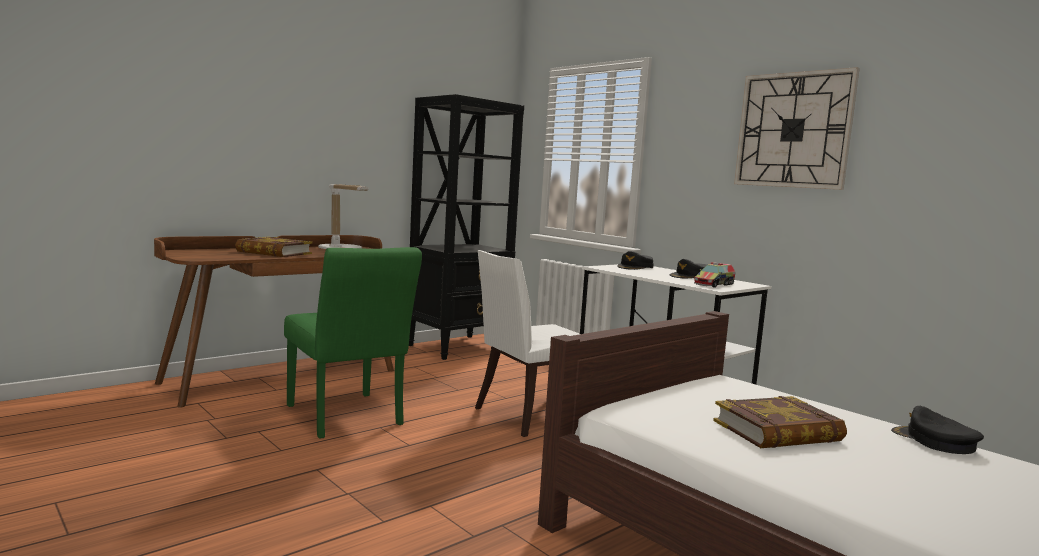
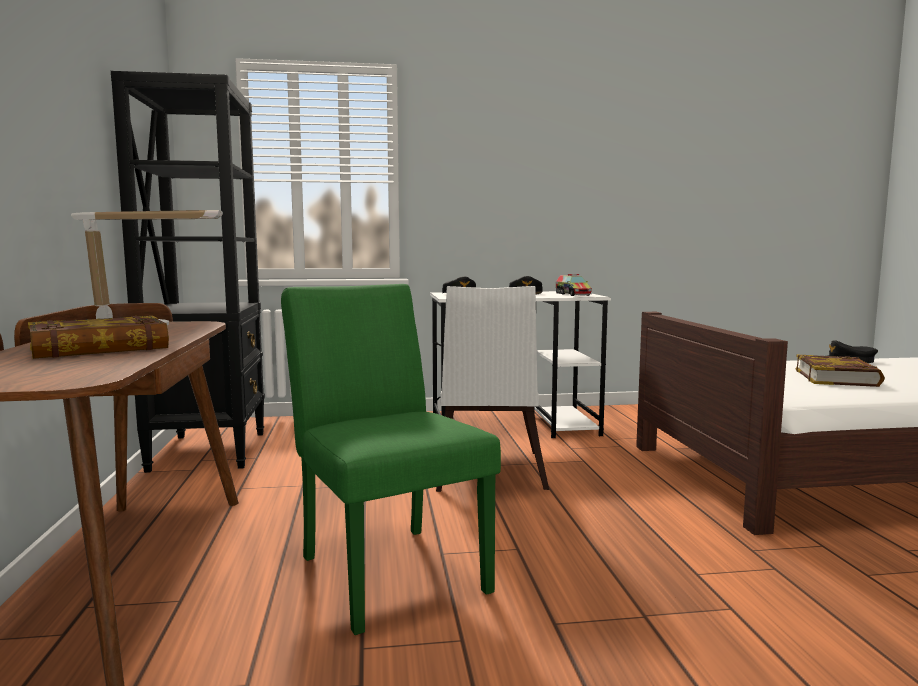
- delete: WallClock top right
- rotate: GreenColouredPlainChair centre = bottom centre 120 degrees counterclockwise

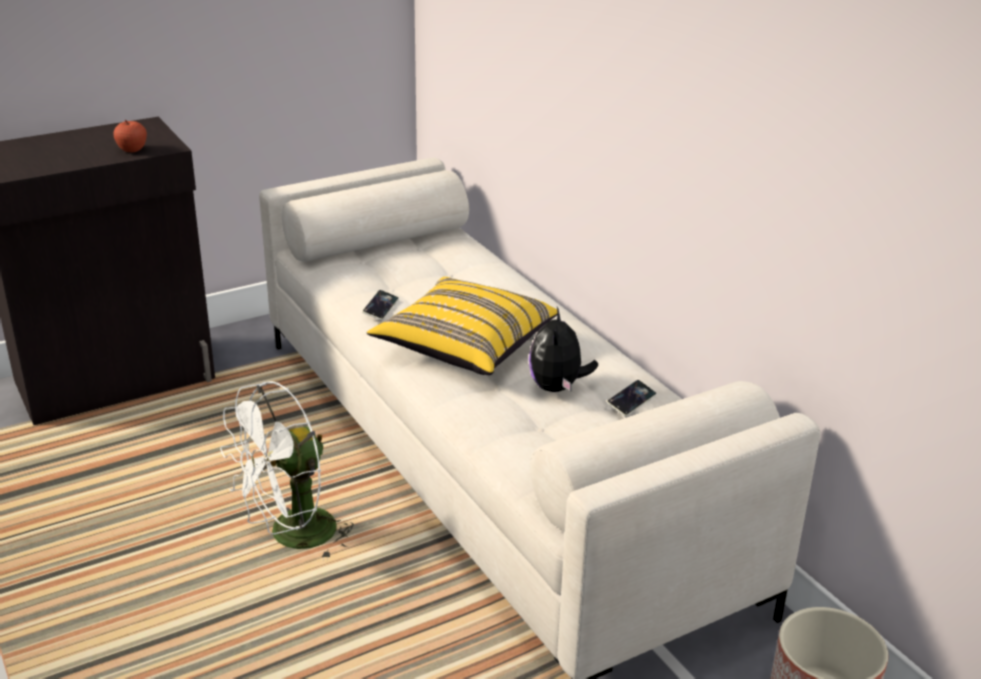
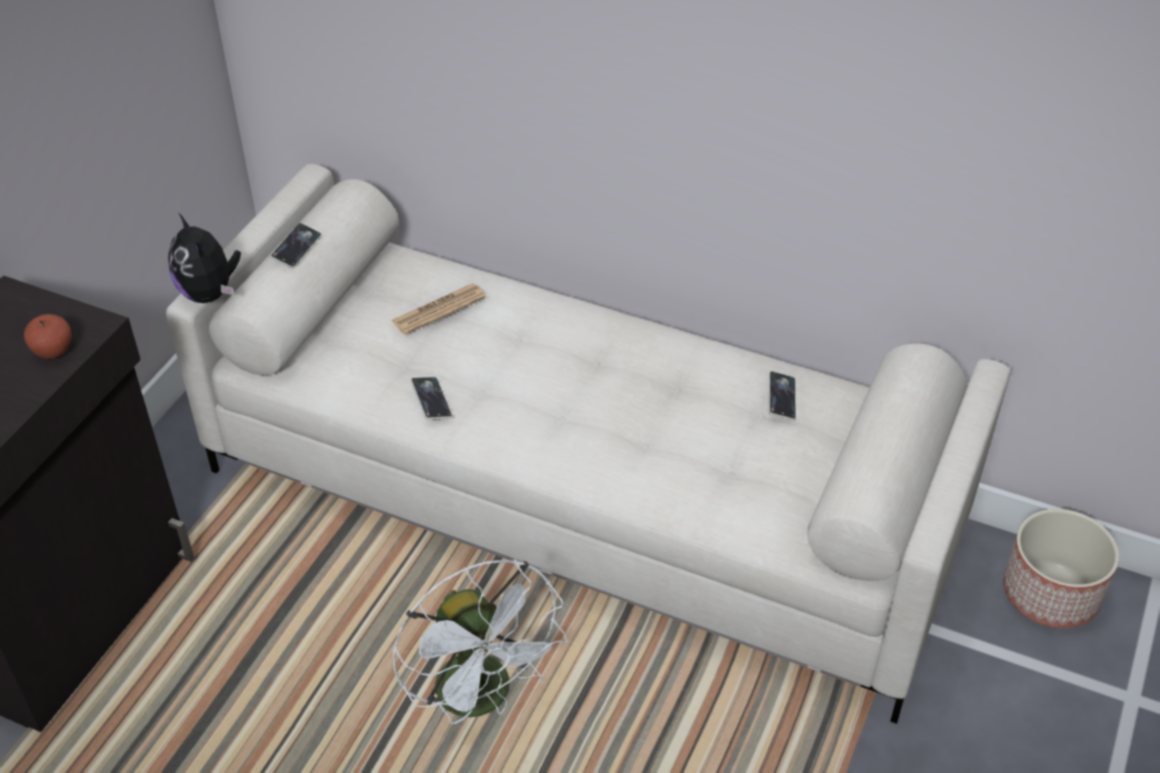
- delete: YellowishThrowPillow centre
- move: CuddlyToy centre to middle left
- rotate: WhiteColouredElectricFan bottom left = bottom centre 45 degrees counterclockwise
- insert: Telephone (1st from left) top left
- insert: Newspaper centre

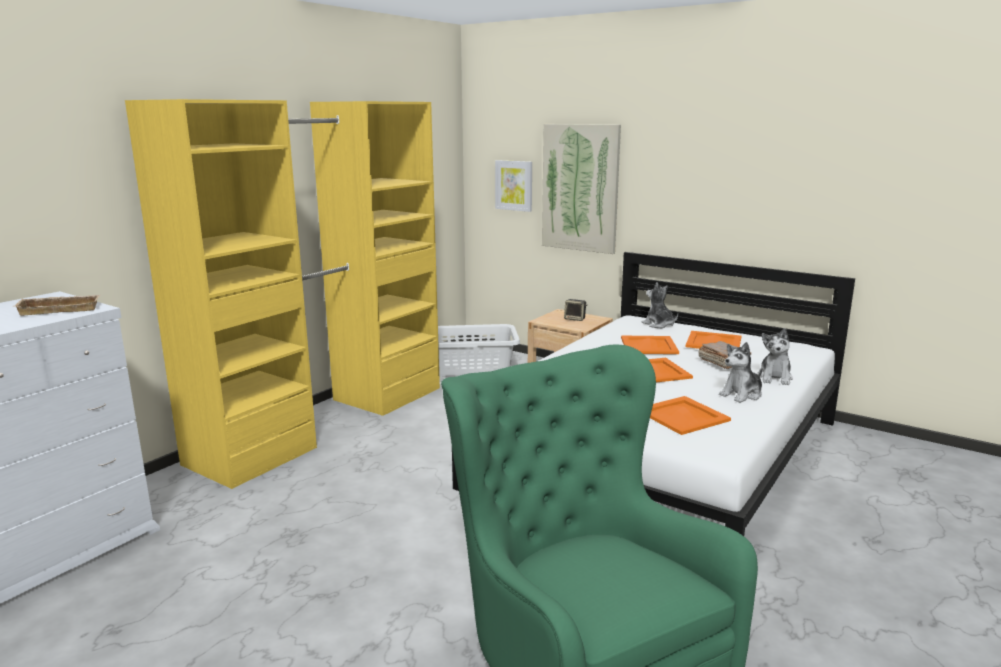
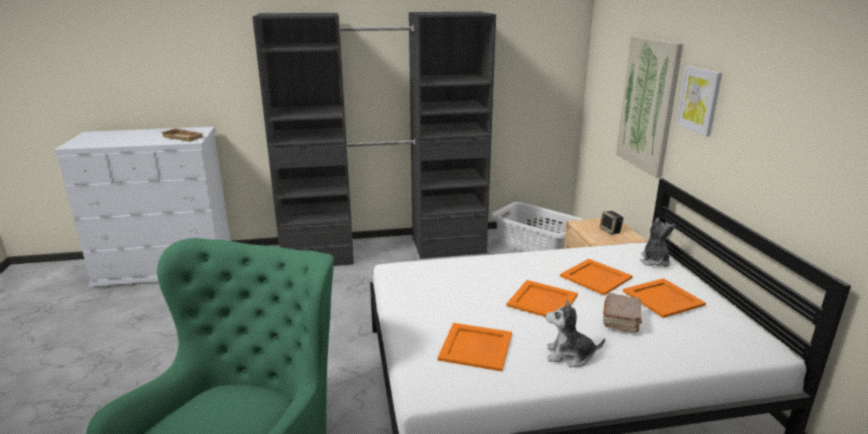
- recolor: YellowishWardrobe middle left to BlackishWardrobe top centre
- move: WallPicture (1st from left in the first image) top centre to WallPicture (2nd from left) top right
- delete: CuddlyToy (3rd from left) middle right

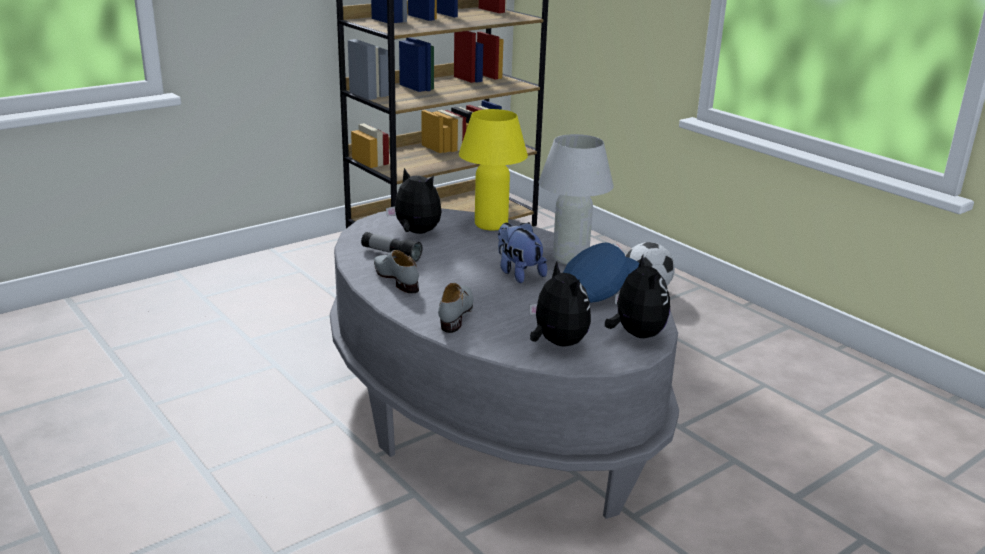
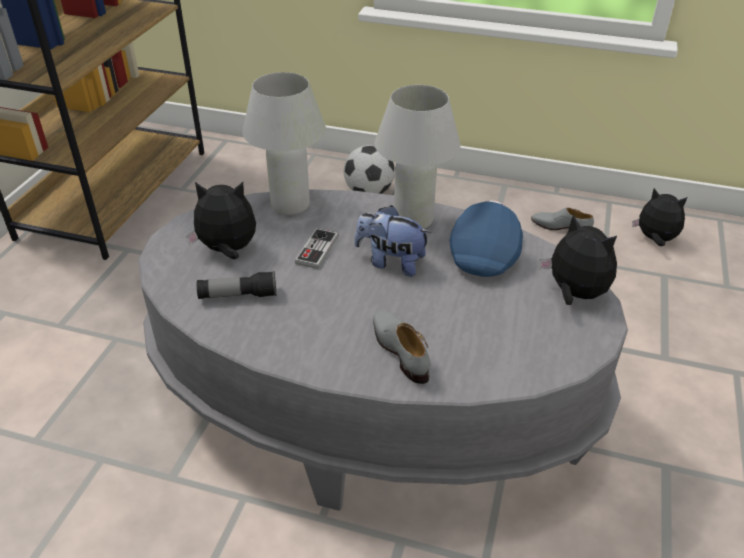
- recolor: YellowishTableLamp top centre to WhiteColouredTableLamp (1st from left) top centre
- move: GreyishShoe (1st from left in the first image) centre to GreyishShoe (2nd from left) middle right
- move: CuddlyToy (3rd from left in the first image) centre to CuddlyToy (4th from left) middle right
- insert: Gamepad centre

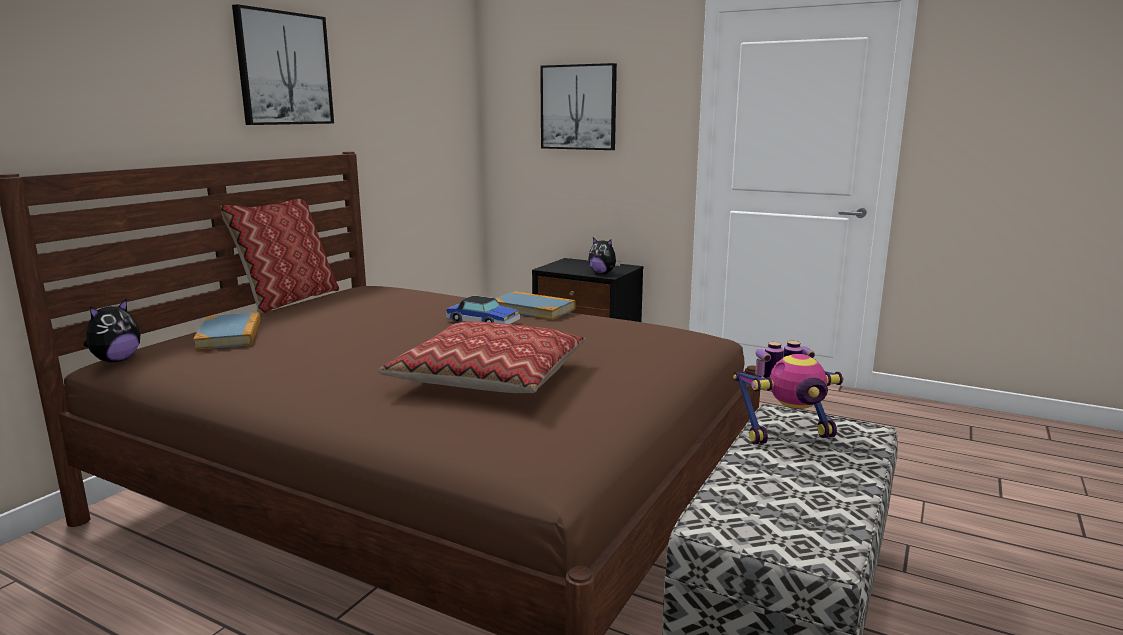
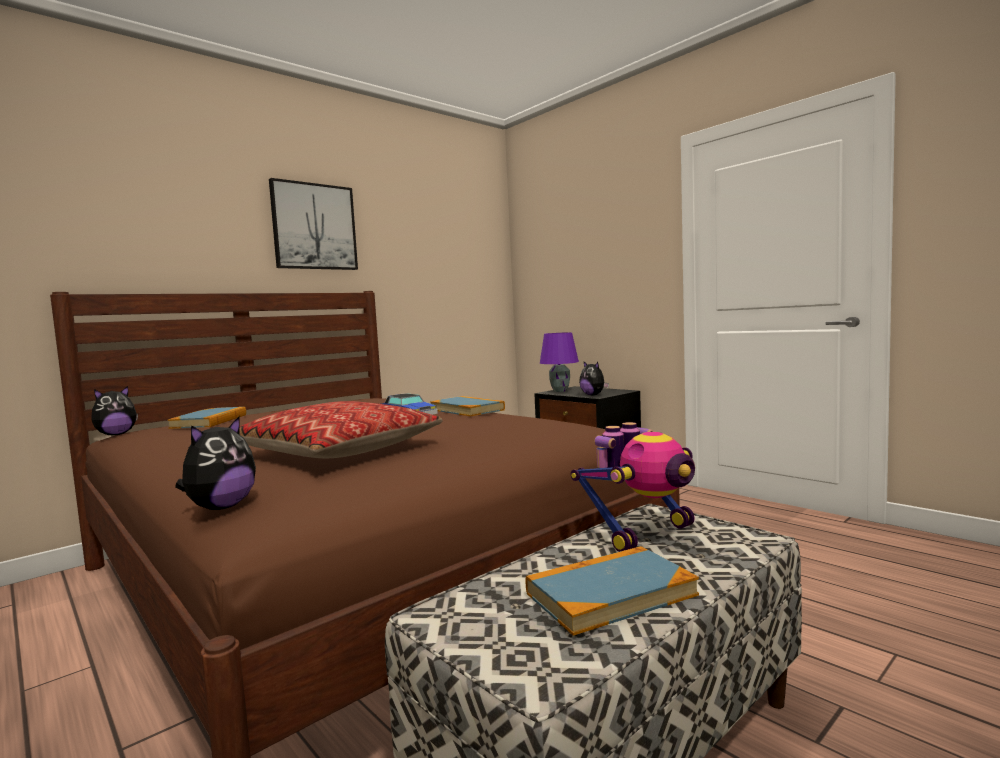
- delete: WallPicture (2nd from left) top centre
- delete: ThrowPillow (1st from left) middle left
- rotate: ToyRobot middle right = centre 45 degrees counterclockwise
- insert: PurplishTableLamp centre
- insert: CuddlyToy (2nd from left) middle left
- insert: Volume (3rd from left) bottom centre

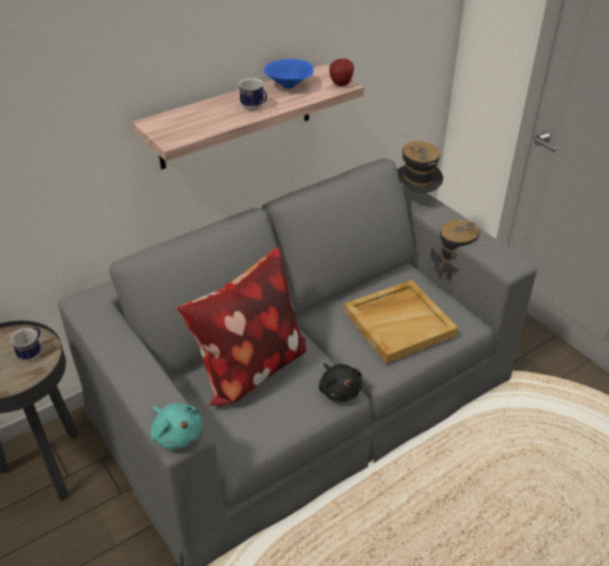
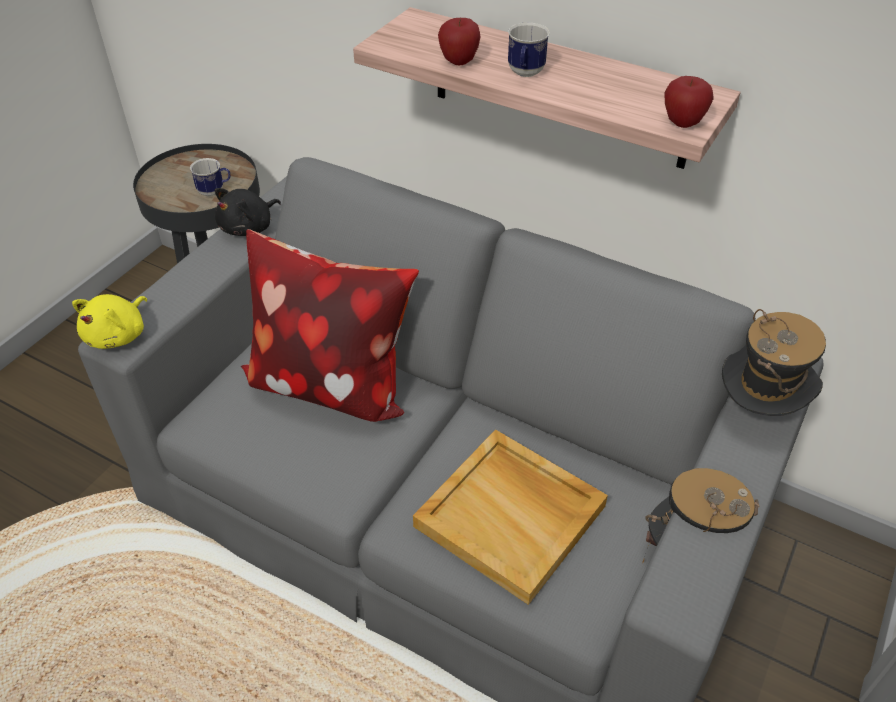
- delete: BluishServingBowl top centre
- move: BlackishCuddlyToy bottom centre to top left
- recolor: TurquoiseColouredCuddlyToy bottom left to YellowishCuddlyToy middle left
- insert: WholeApple (1st from left) top centre

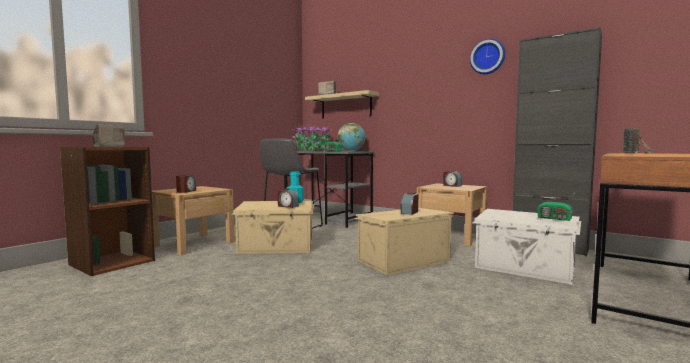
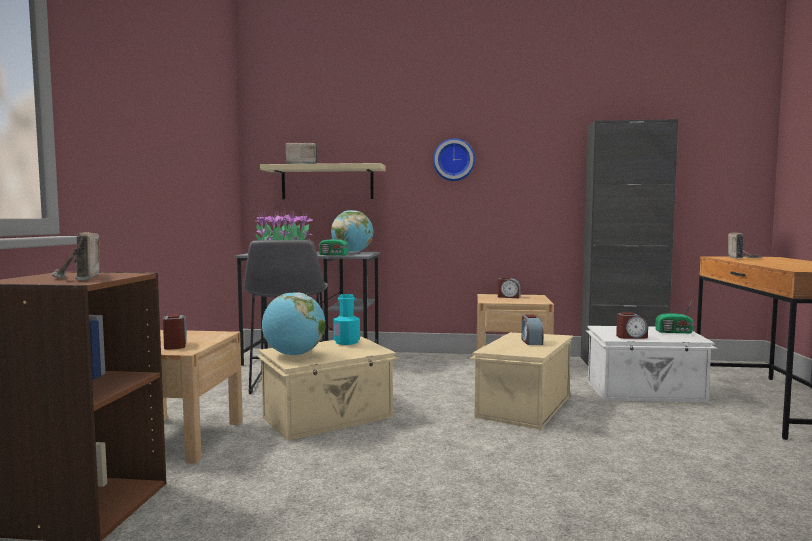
- move: WallClock top right to top centre
- move: TableClock (2nd from left in the first image) centre to TableClock (4th from left) middle right
- insert: Globe (1st from left) centre

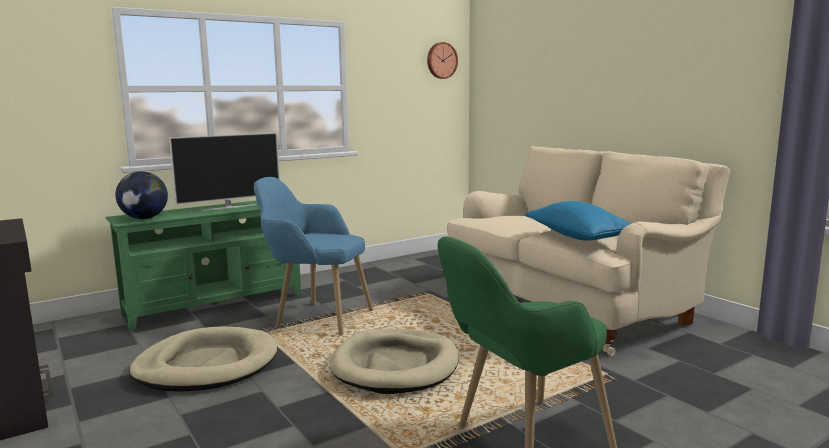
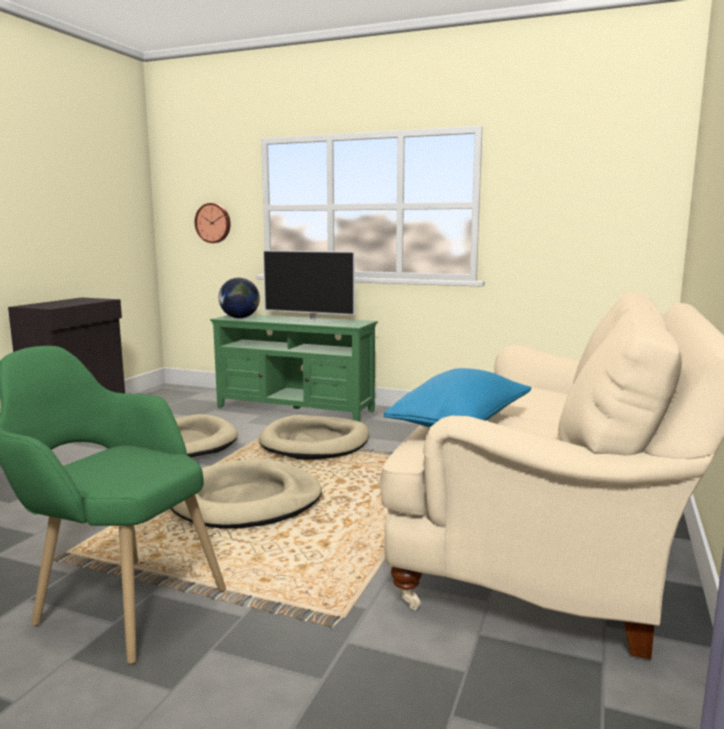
- move: WallClock top centre to top left
- replace: BluishArmchair centre to SandColouredPetBed (3rd from left) centre

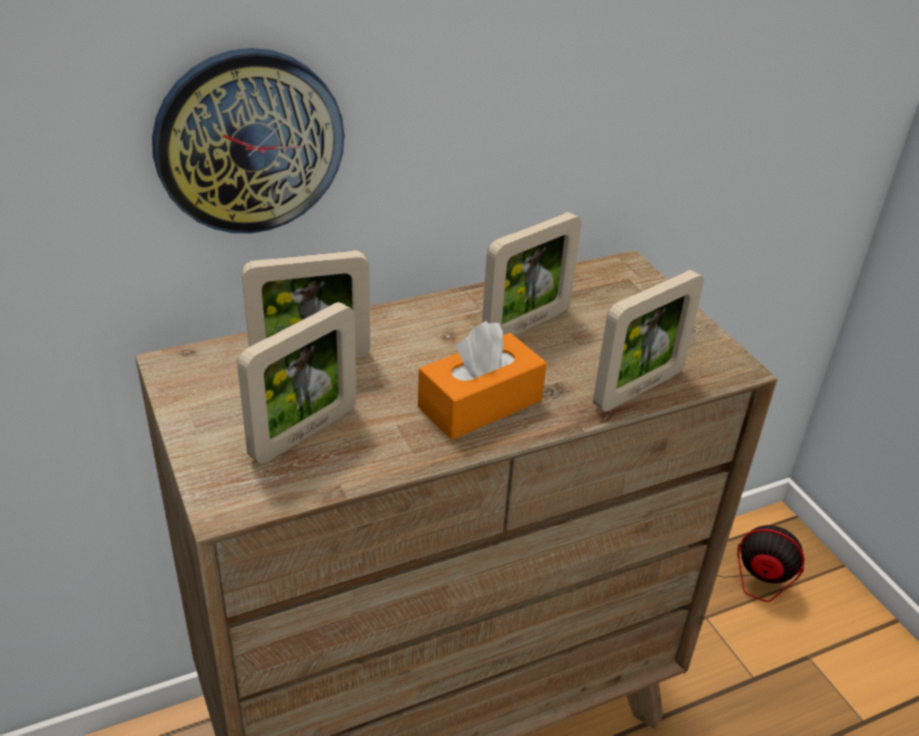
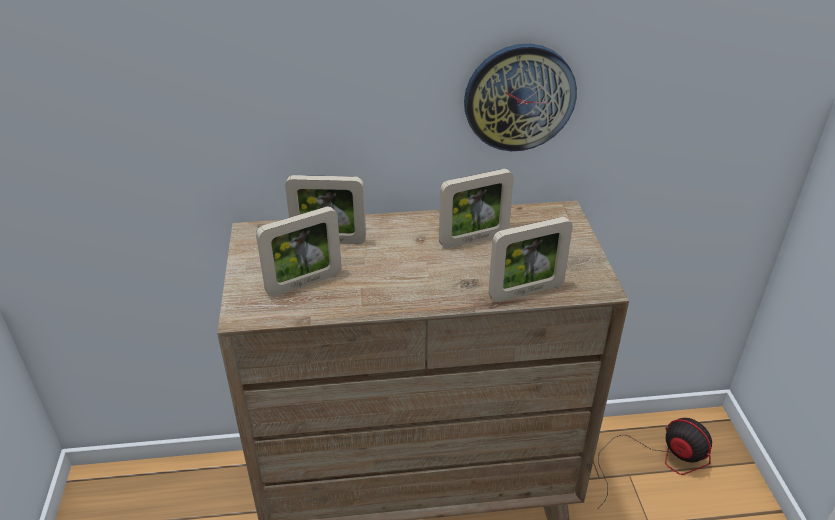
- move: WallClock top left to top centre
- delete: OrangeTissueBox centre

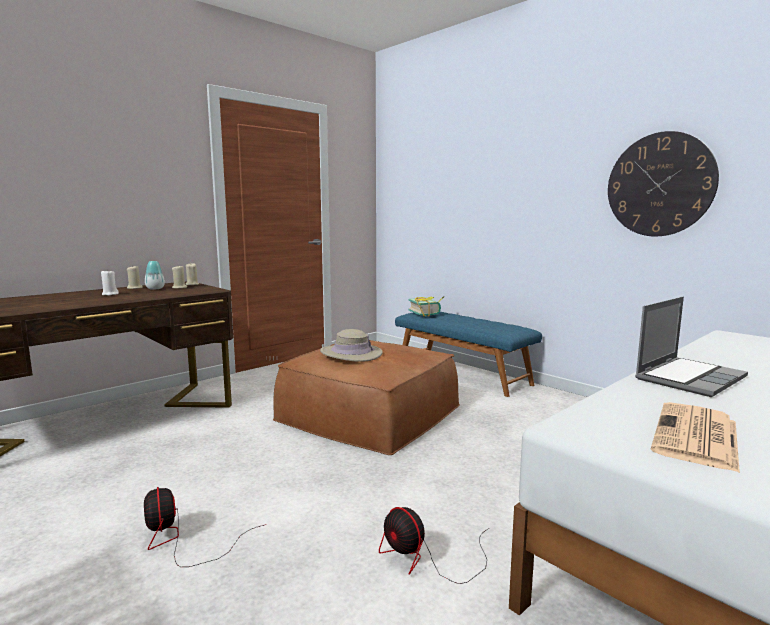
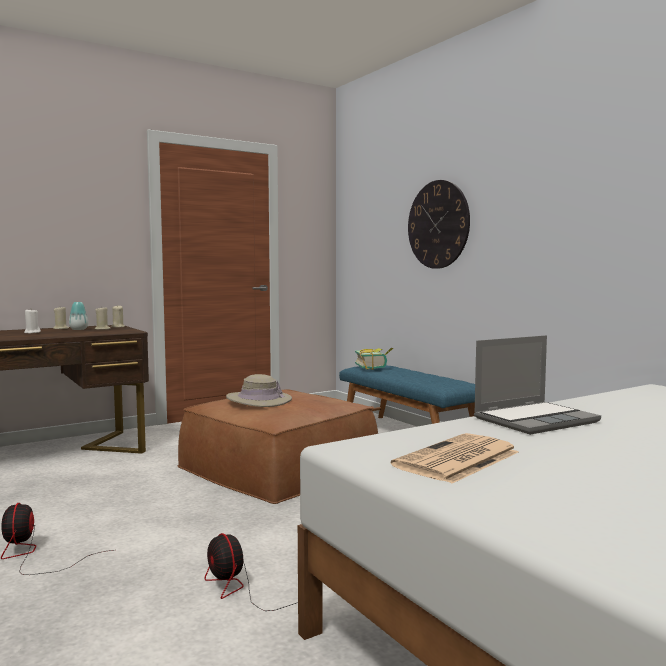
- move: WallClock top right to centre

